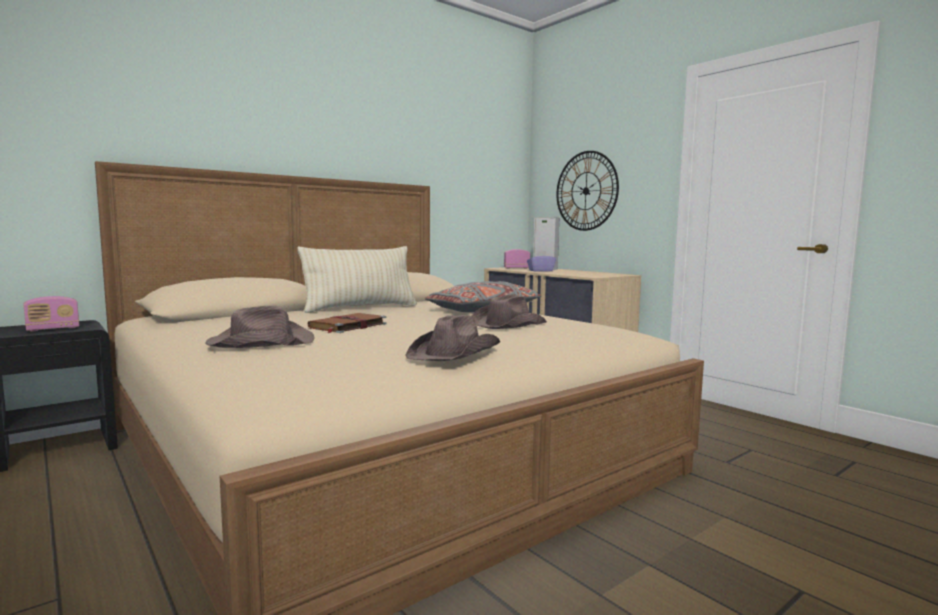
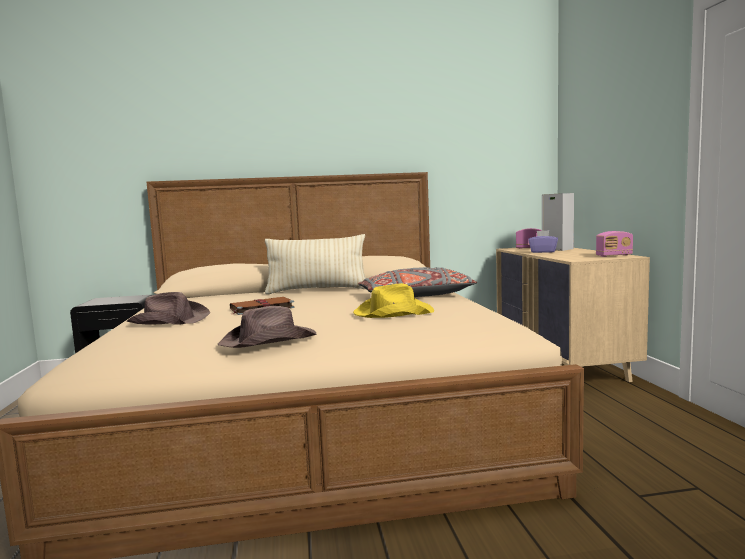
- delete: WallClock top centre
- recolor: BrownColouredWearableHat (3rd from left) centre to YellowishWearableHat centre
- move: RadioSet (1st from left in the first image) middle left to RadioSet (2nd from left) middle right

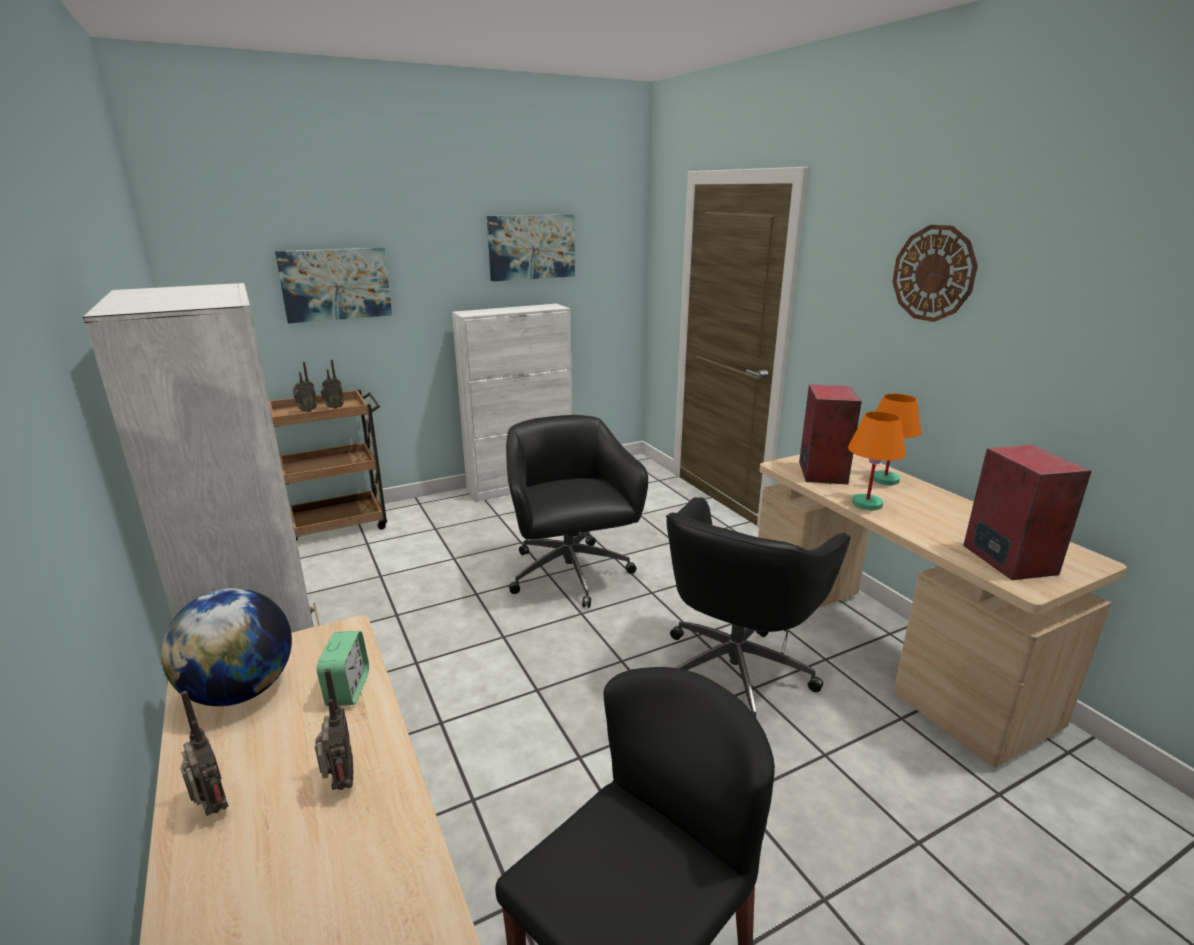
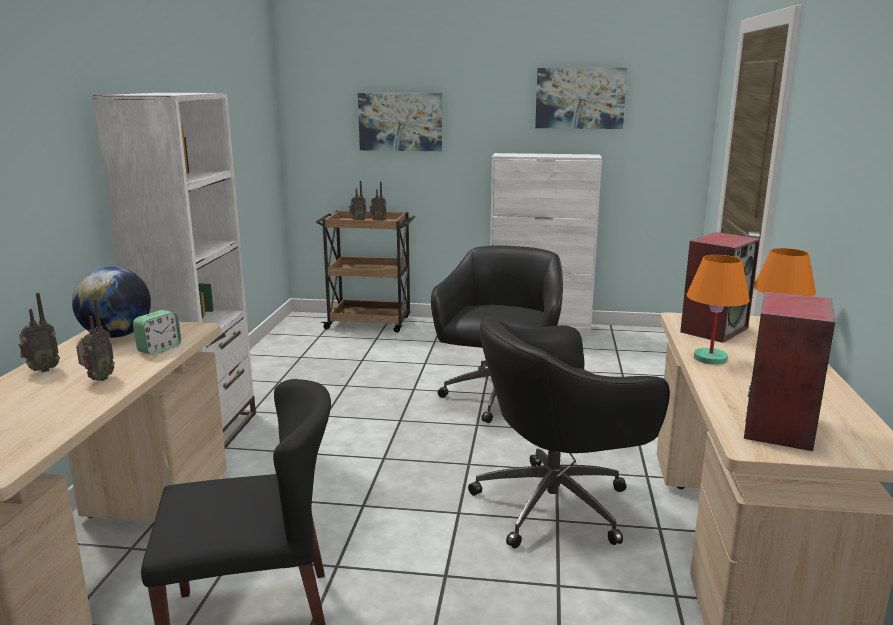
- delete: WallClock top right
- rotate: RadioSet (1st from left) bottom left = middle left 60 degrees clockwise

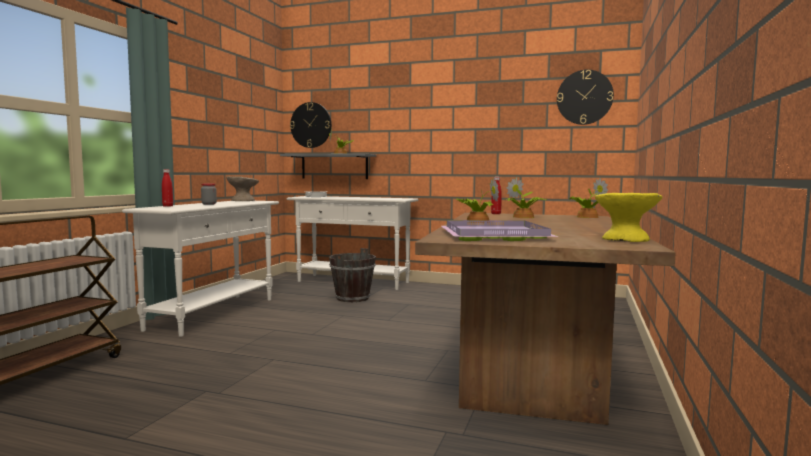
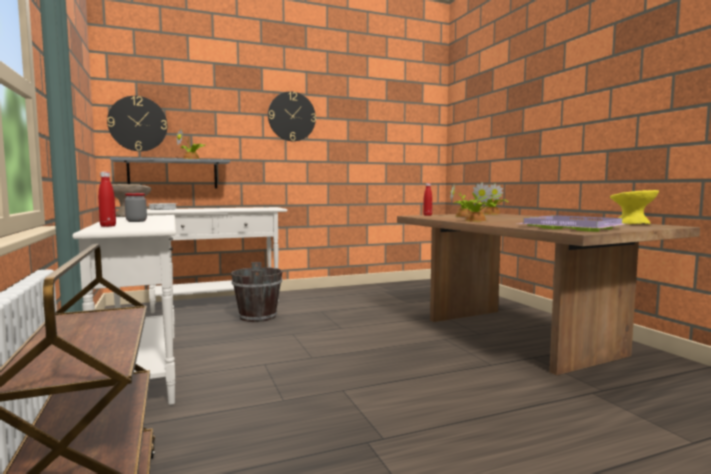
- move: WallClock (2nd from left) top right to top centre

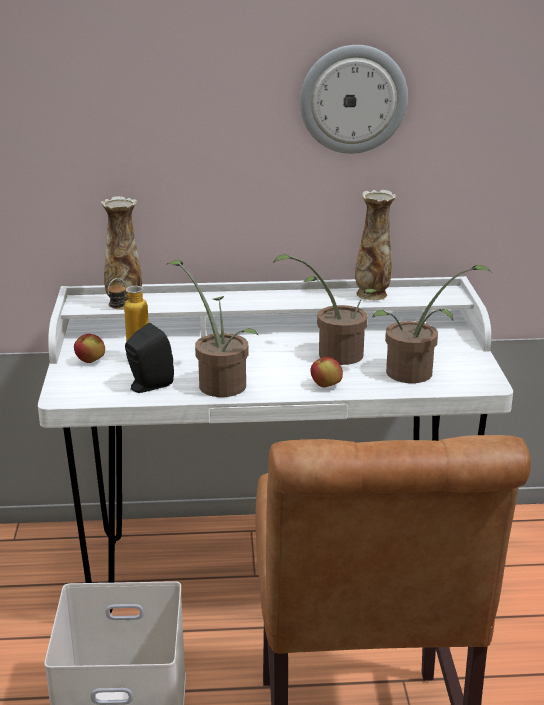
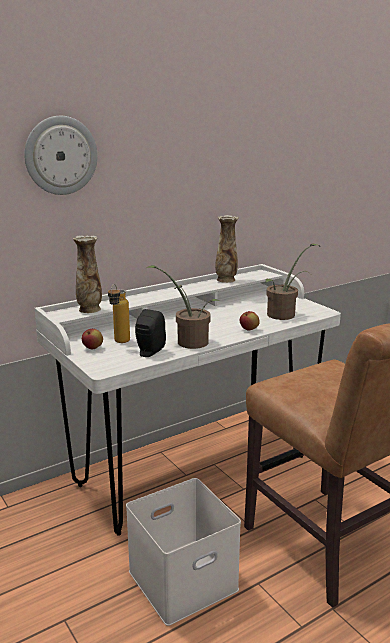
- move: WallClock top centre to top left
- delete: Houseplant (2nd from left) centre

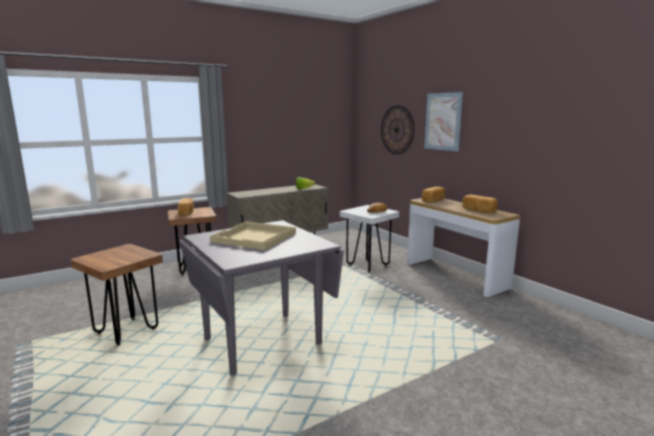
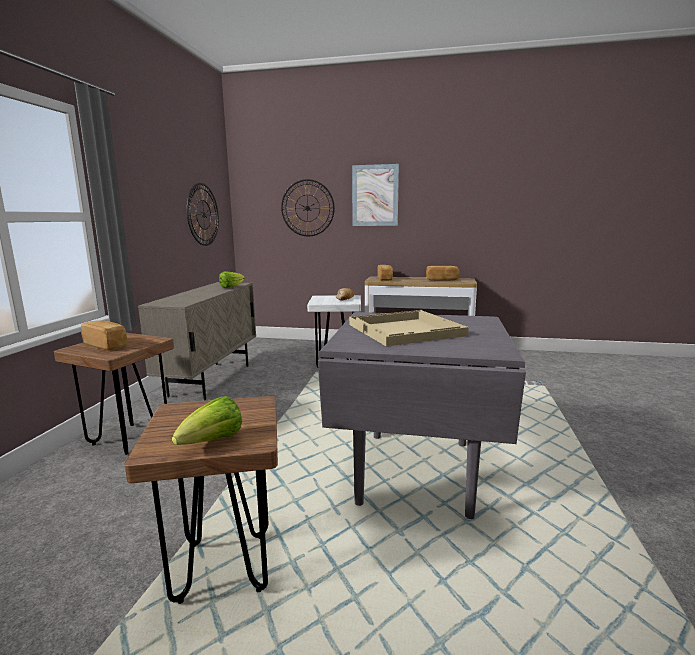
- insert: WallClock (1st from left) top left
- insert: Lettuce (1st from left) middle left

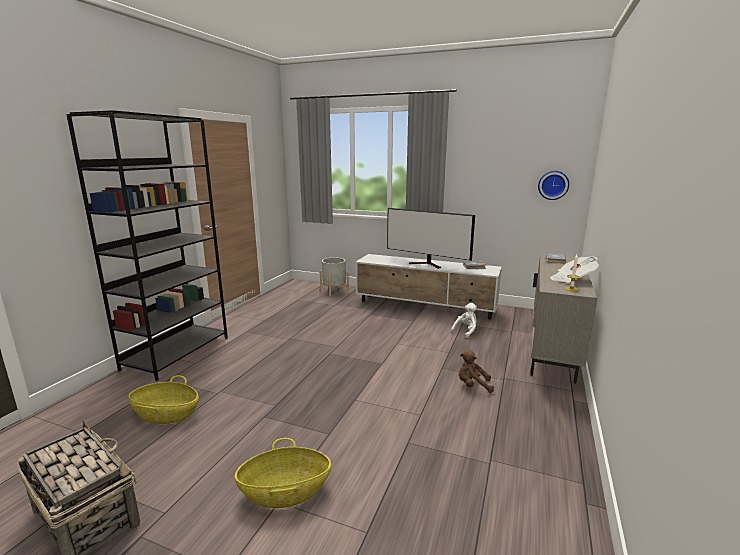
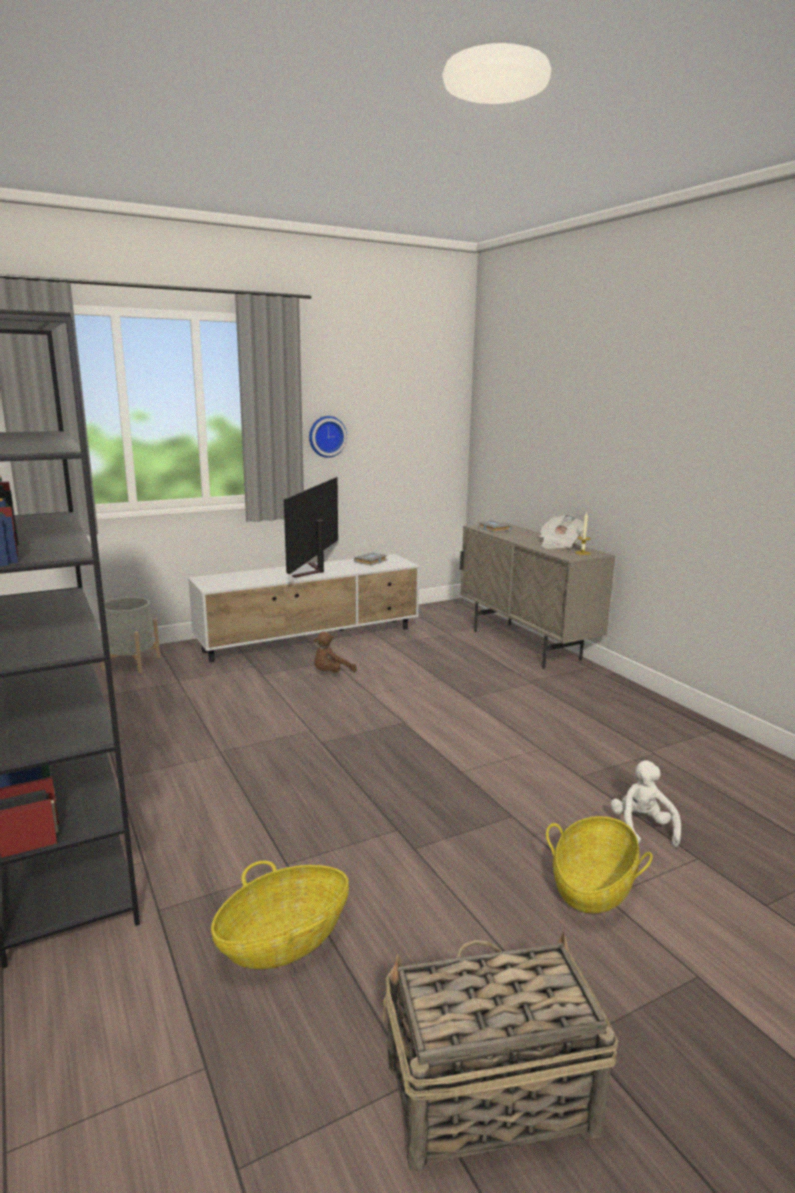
- move: WallClock middle right to centre
- rotate: Television centre = centre 120 degrees clockwise
- move: WhiteColouredCuddlyToy centre to bottom right
- move: BrownColouredCuddlyToy bottom centre to centre

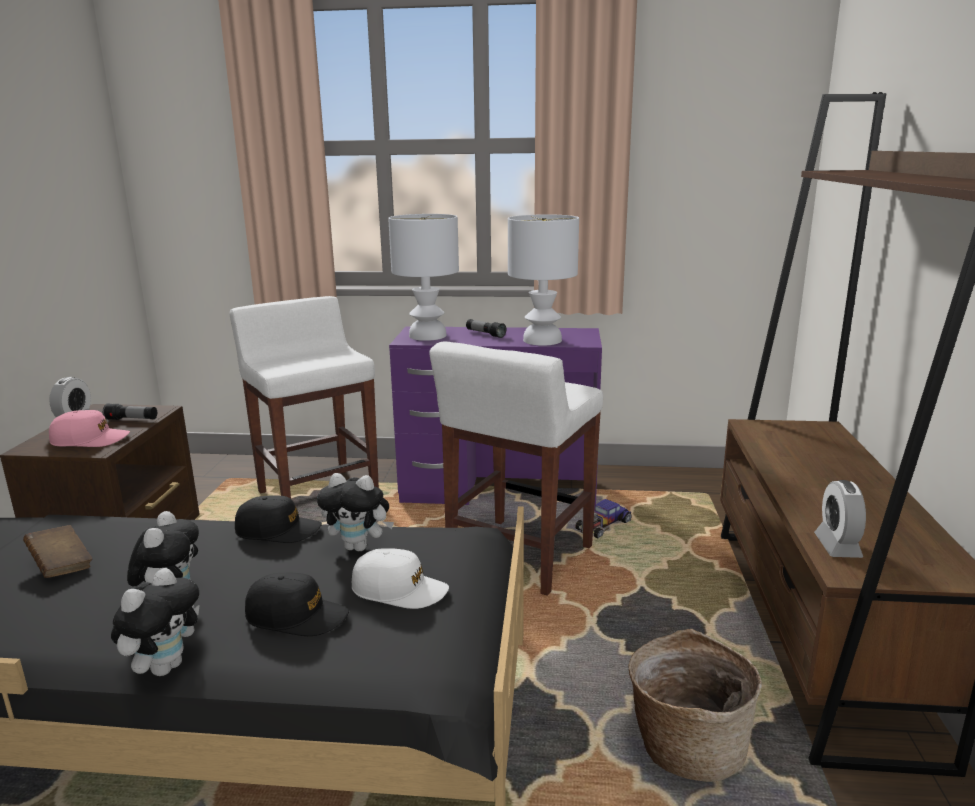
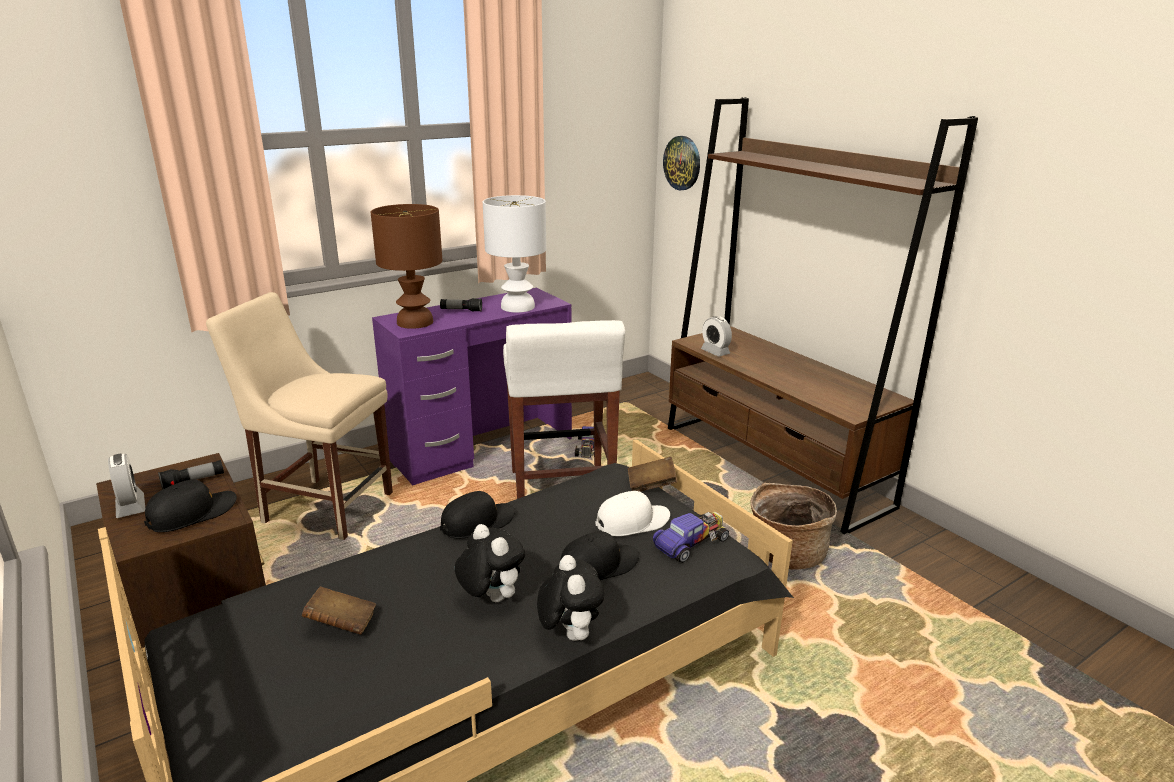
- recolor: WhiteColouredTableLamp (1st from left) centre to BrownColouredTableLamp centre
- replace: WhiteColouredSittingStool (1st from left) middle left to SandColouredPlainChair middle left
- recolor: PinkCap middle left to BlackishCap (1st from left) middle left
- delete: CuddlyToy (3rd from left) centre
- move: TableClock (2nd from left) middle right to centre
- insert: WallClock top centre
- insert: BrownColouredVolume (2nd from left) centre
- insert: MiniatureCar (2nd from left) bottom centre

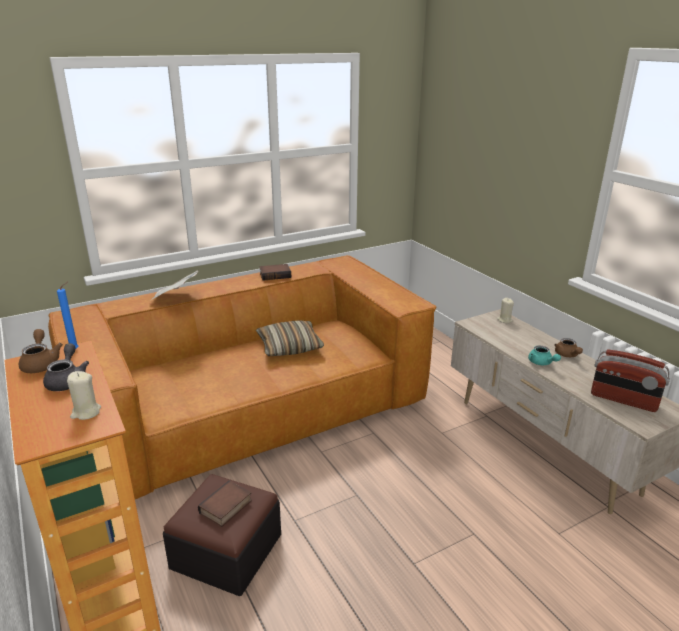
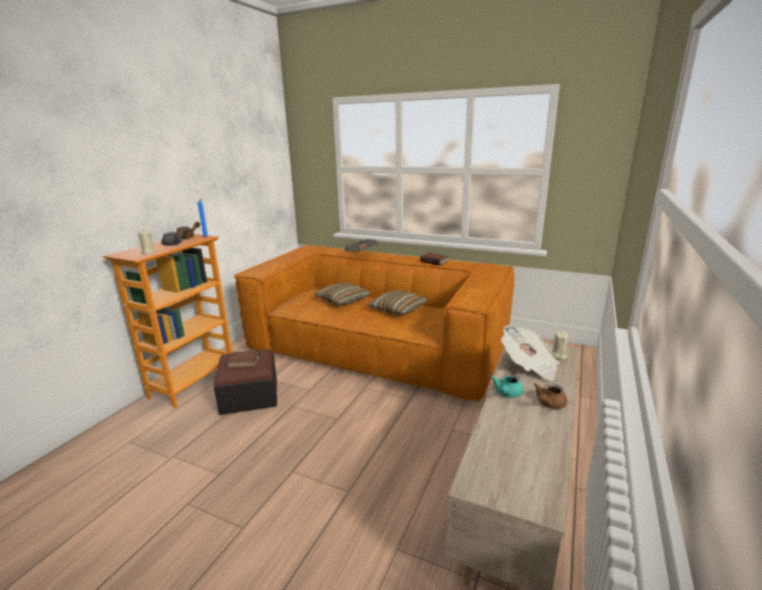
- delete: RadioSet middle right
- insert: ThrowPillow (1st from left) centre
- insert: Newspaper (2nd from left) middle right

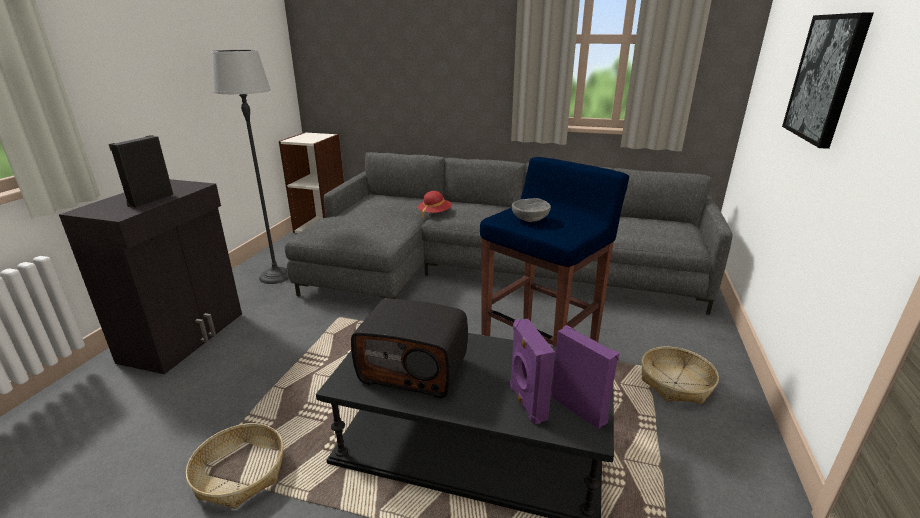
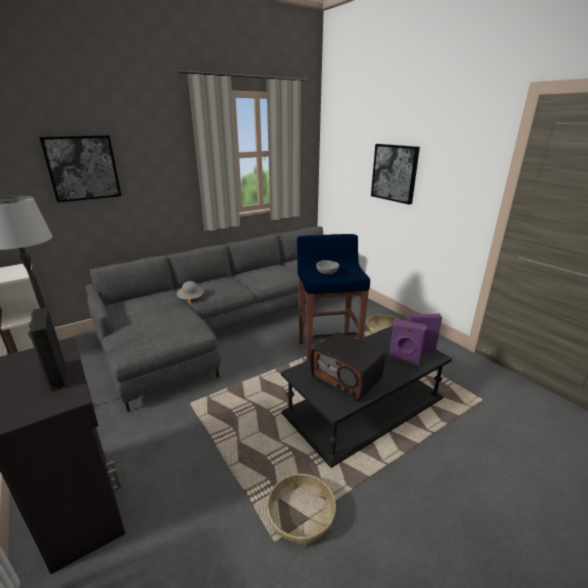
- recolor: ReddishWearableHat centre to GreyishWearableHat middle left
- rotate: RadioSet bottom centre = centre 75 degrees clockwise
- insert: WallPicture (1st from left) top left

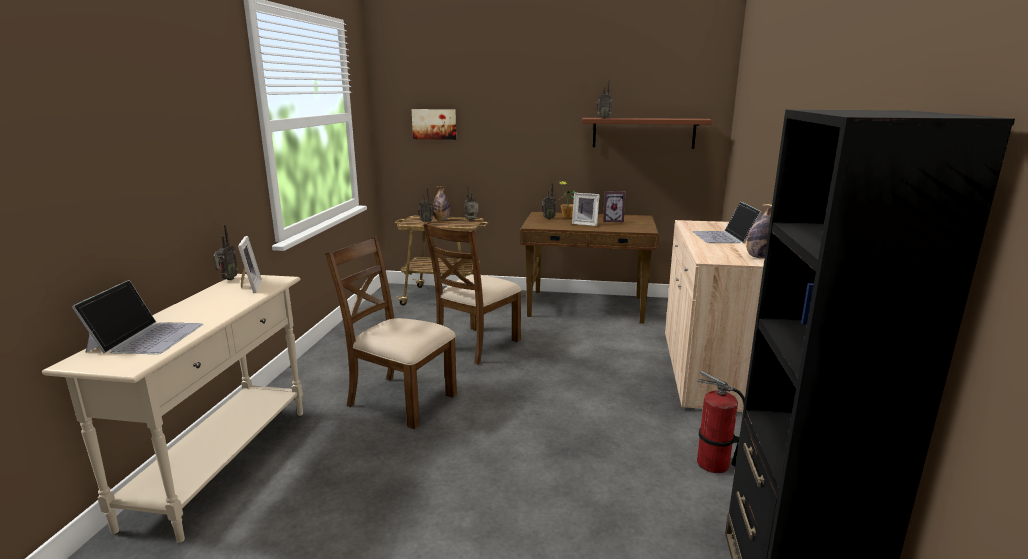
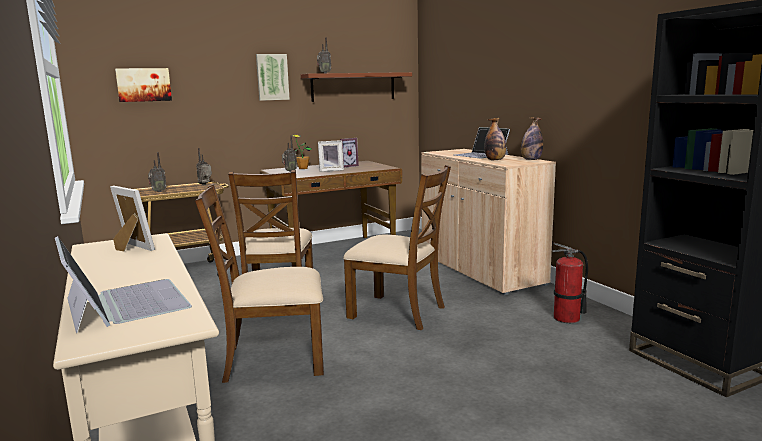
- move: BeverageBottle (1st from left) centre to top centre
- delete: RadioSet (1st from left) middle left
- insert: WallPicture (2nd from left) top centre
- insert: BrownColouredPlainChair (3rd from left) centre

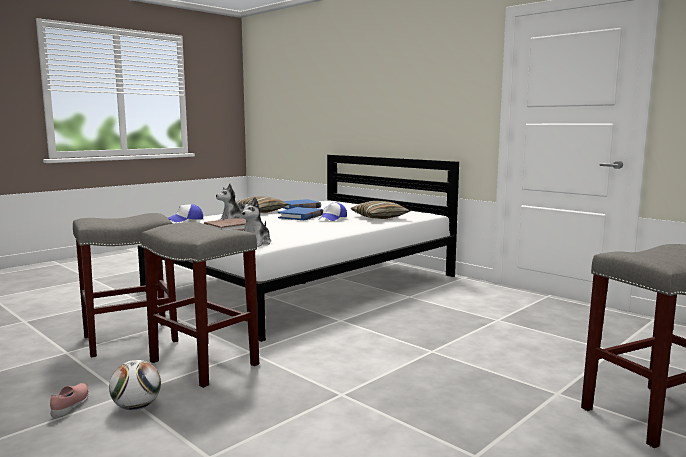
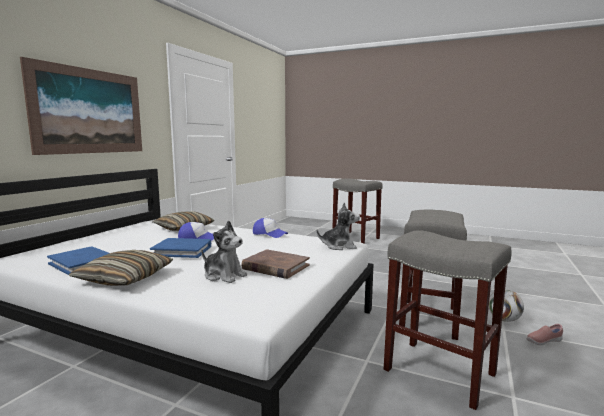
- move: Cap (1st from left in the first image) middle left to Cap (2nd from left) centre
- insert: WallPicture top left

